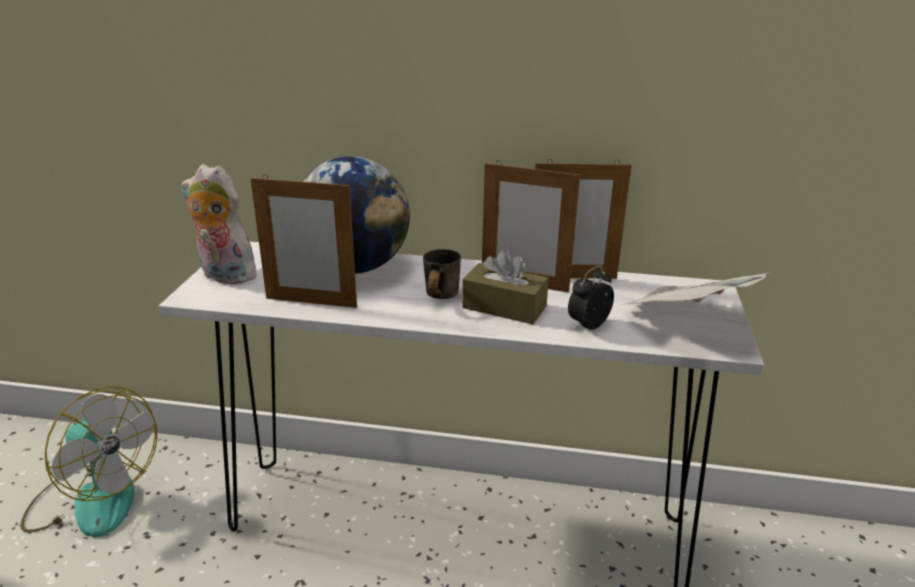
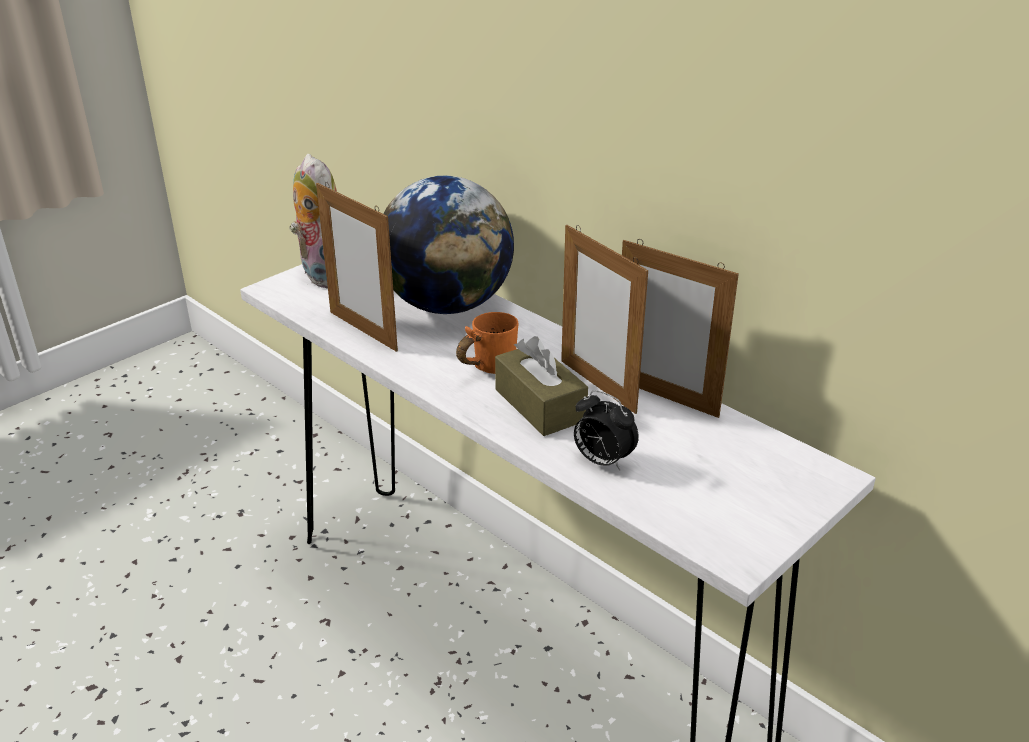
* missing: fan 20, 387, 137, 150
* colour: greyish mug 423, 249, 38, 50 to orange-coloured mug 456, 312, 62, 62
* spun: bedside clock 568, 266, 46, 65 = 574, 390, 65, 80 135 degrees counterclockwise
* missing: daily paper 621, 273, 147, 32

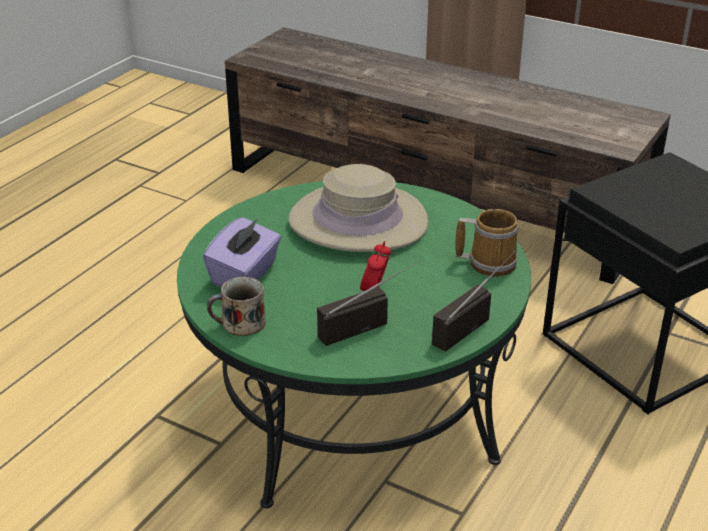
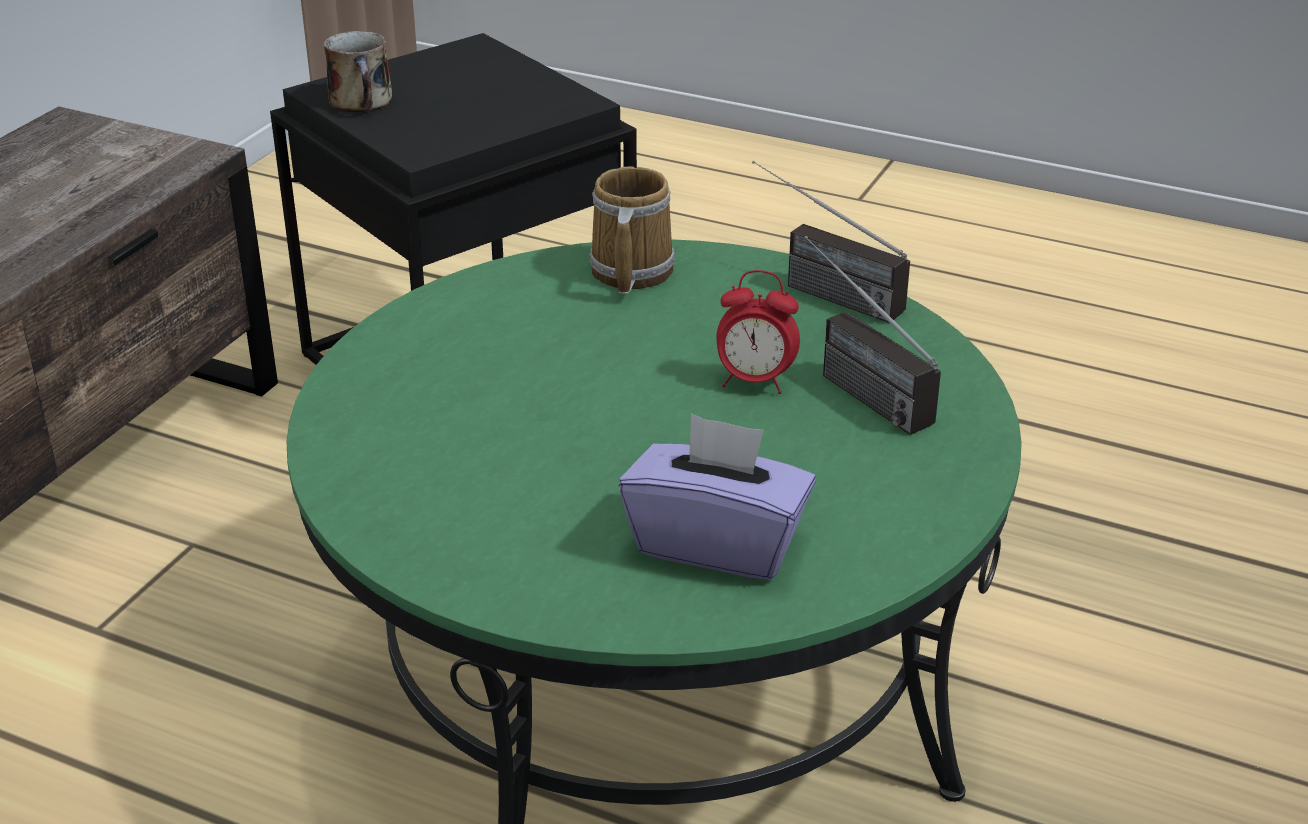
* relocated: mug 207, 277, 59, 59 to 324, 31, 68, 81
* missing: beige clothing hat 288, 164, 141, 88

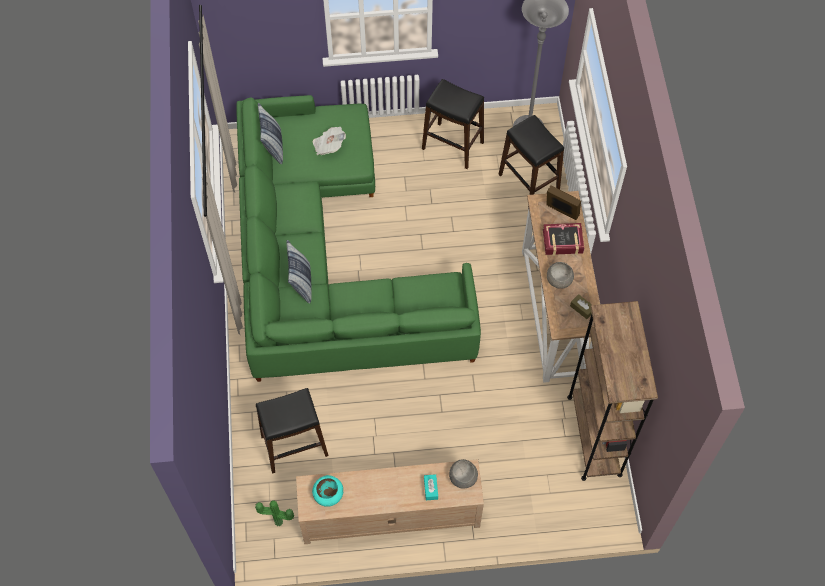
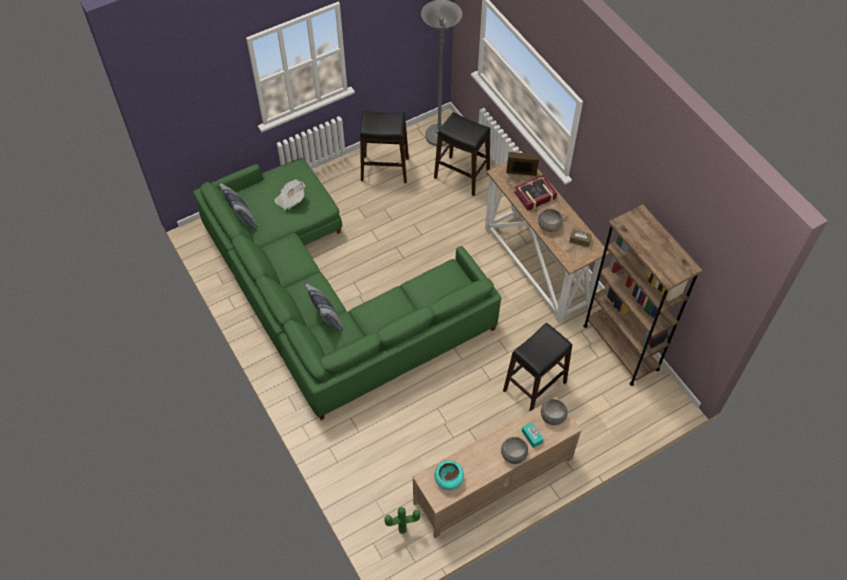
* relocated: black-coloured stool 256, 388, 73, 86 to 503, 323, 69, 89
* appeared: greyish bowl 501, 437, 27, 27

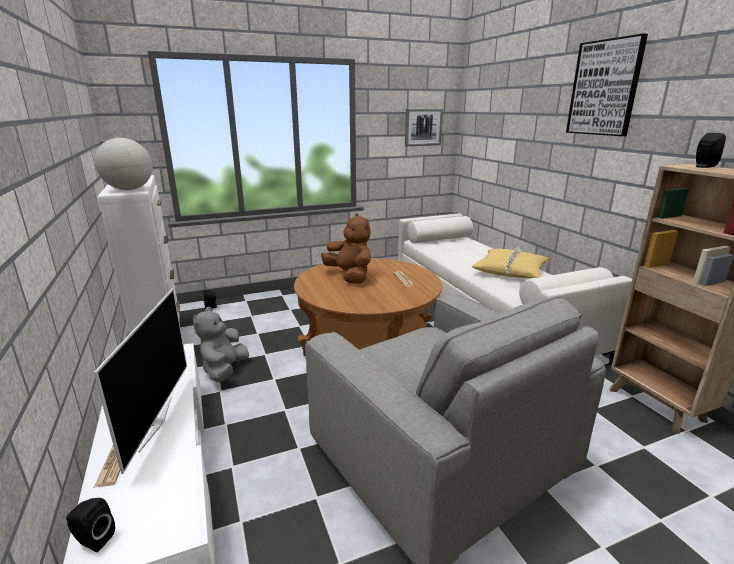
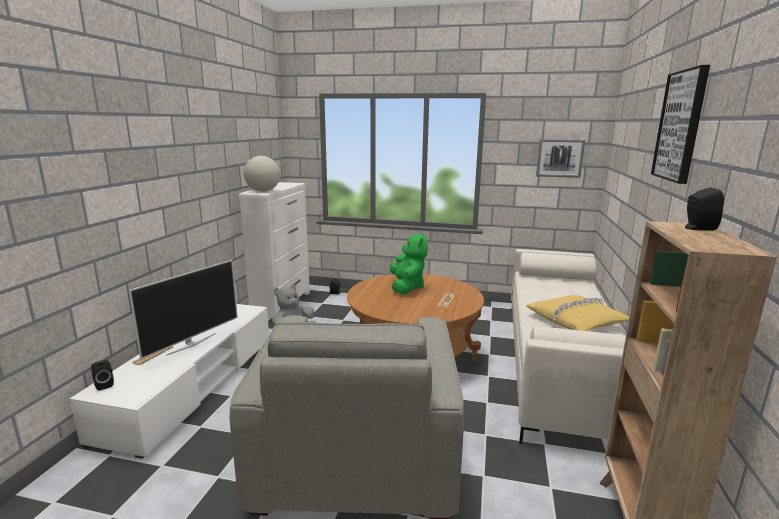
* colour: brown-coloured plush toy 321, 213, 50, 71 to greenish plush toy 390, 232, 38, 62

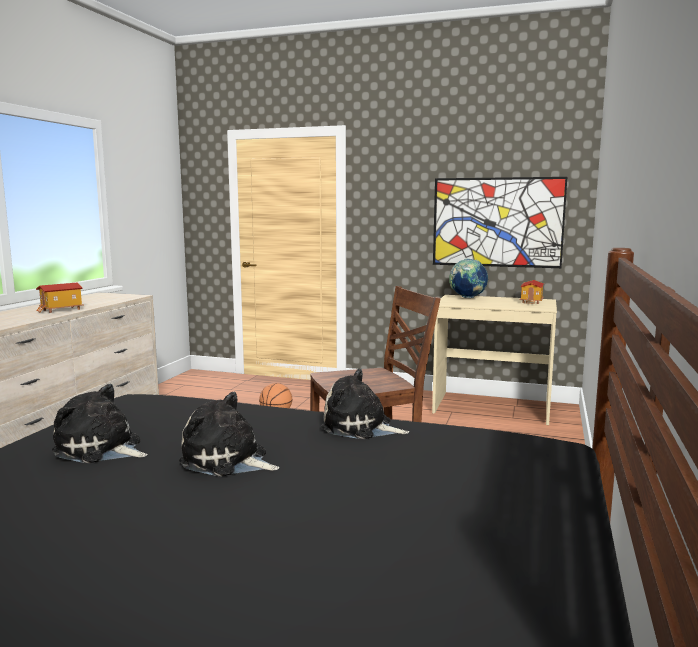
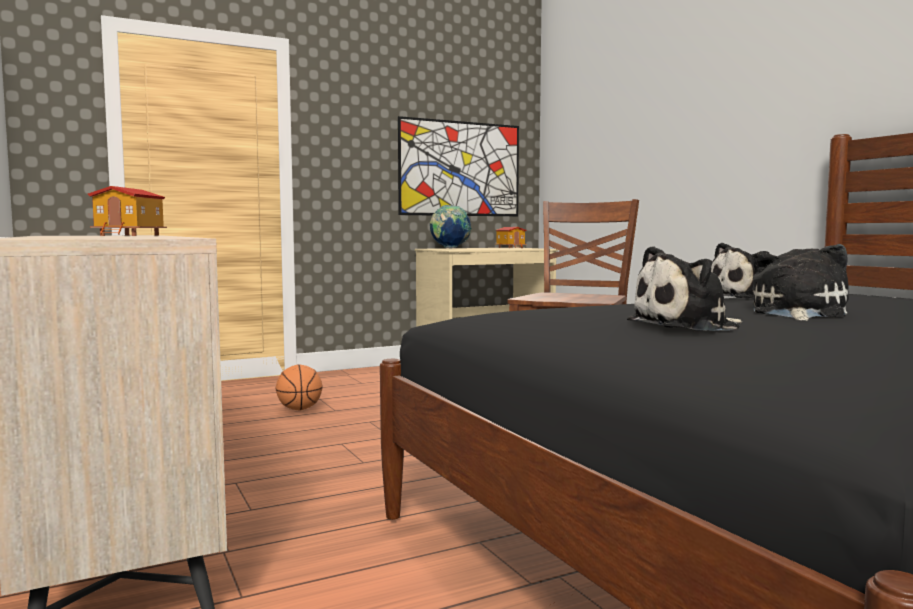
* spun: plush toy 179, 391, 100, 85 = 752, 244, 97, 77 135 degrees clockwise

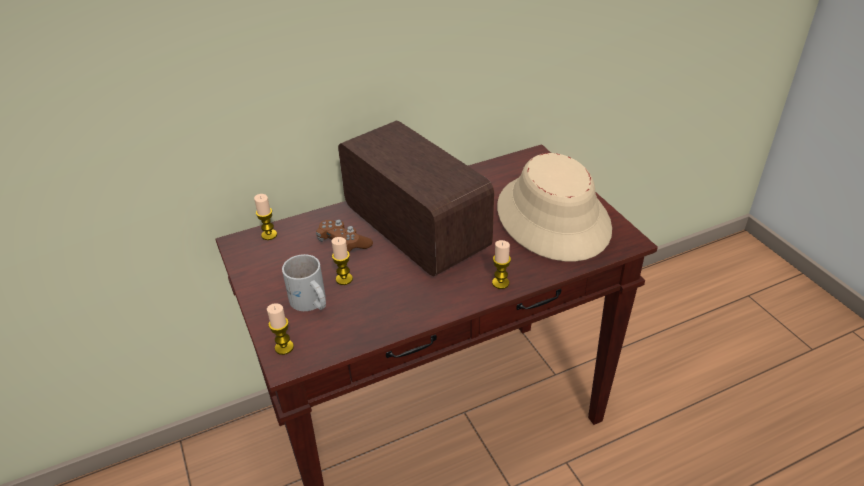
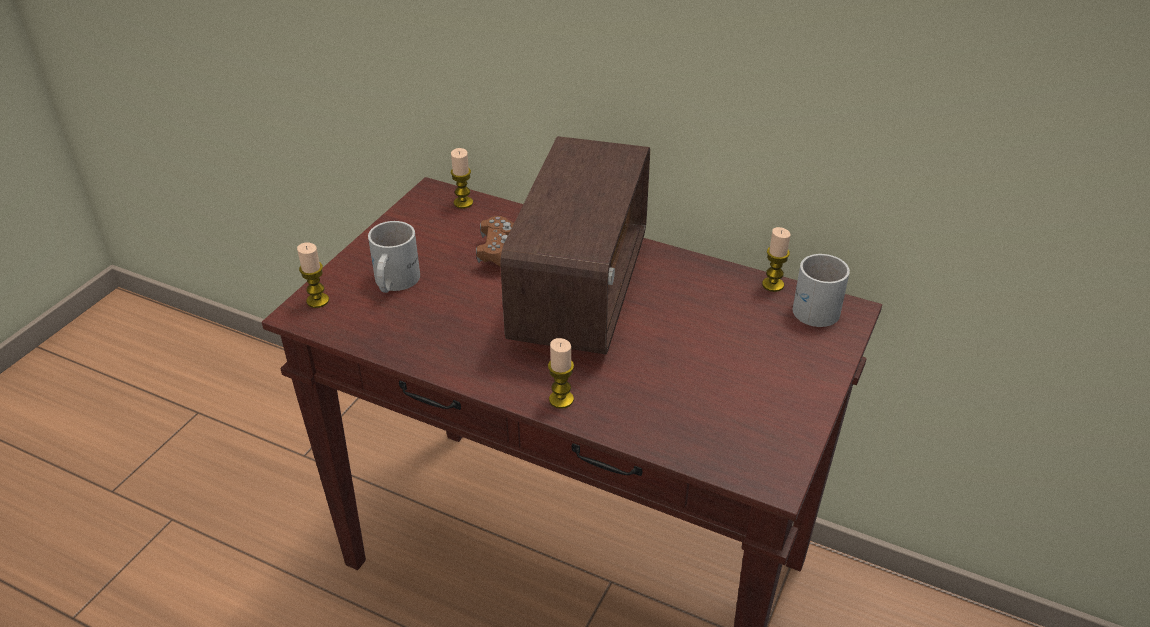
* relocated: wax light 331, 237, 22, 48 to 762, 227, 28, 65
* missing: beige clothing hat 497, 153, 115, 109
* appeared: white-coloured mug 792, 254, 58, 73

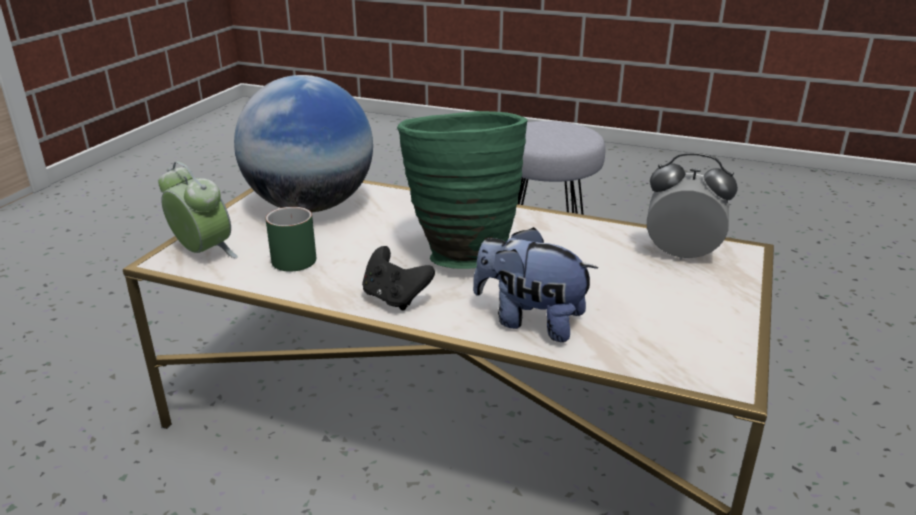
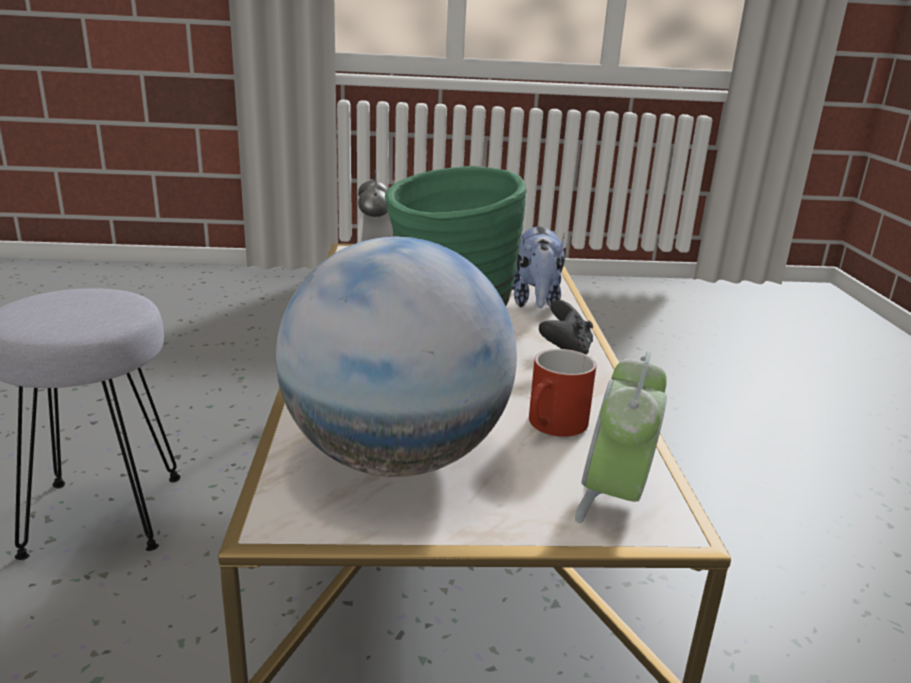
* colour: greenish mug 266, 207, 50, 65 to reddish mug 529, 349, 67, 88

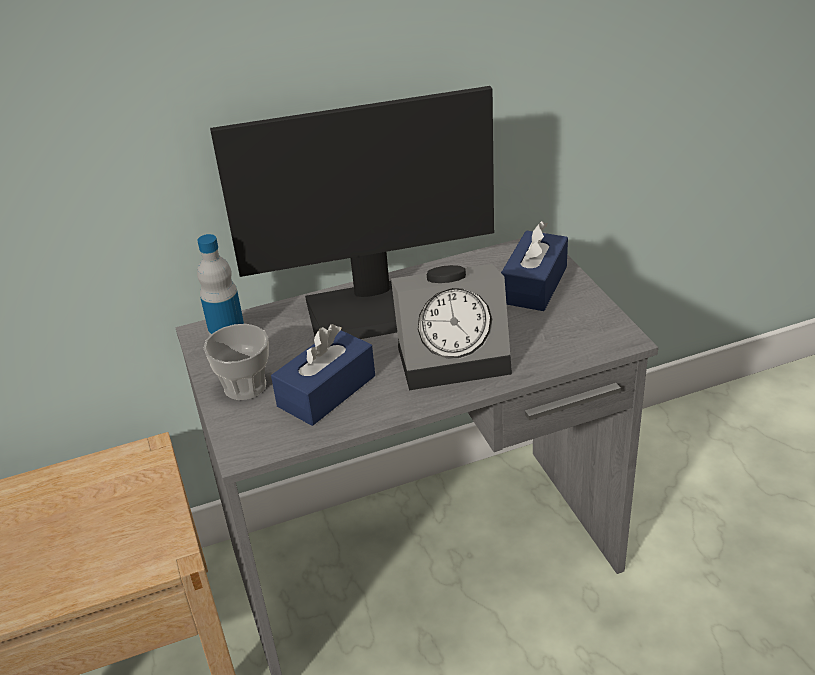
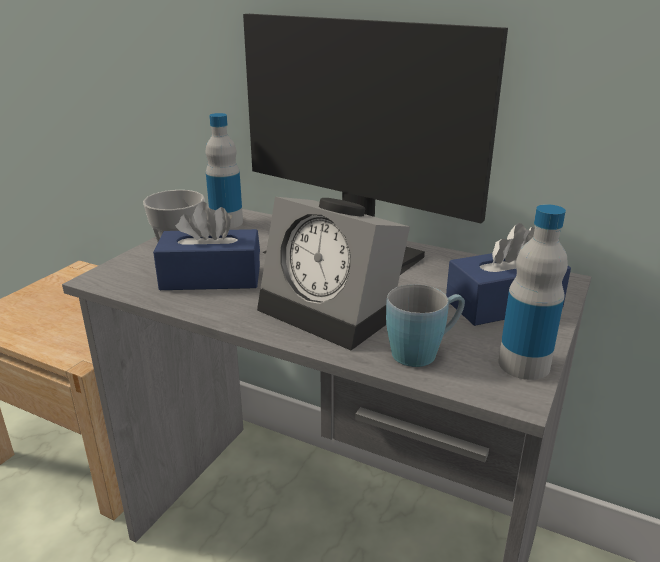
* appeared: bluish mug 386, 284, 79, 83
* appeared: beverage bottle 499, 204, 69, 176

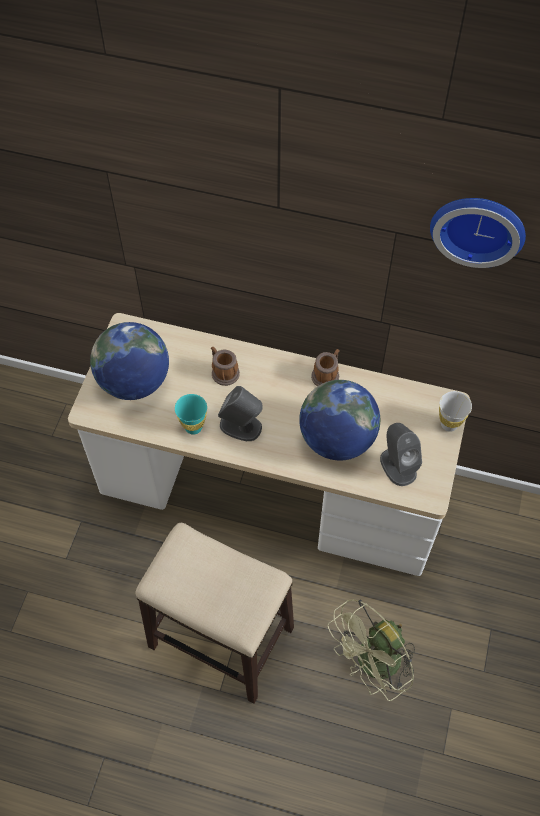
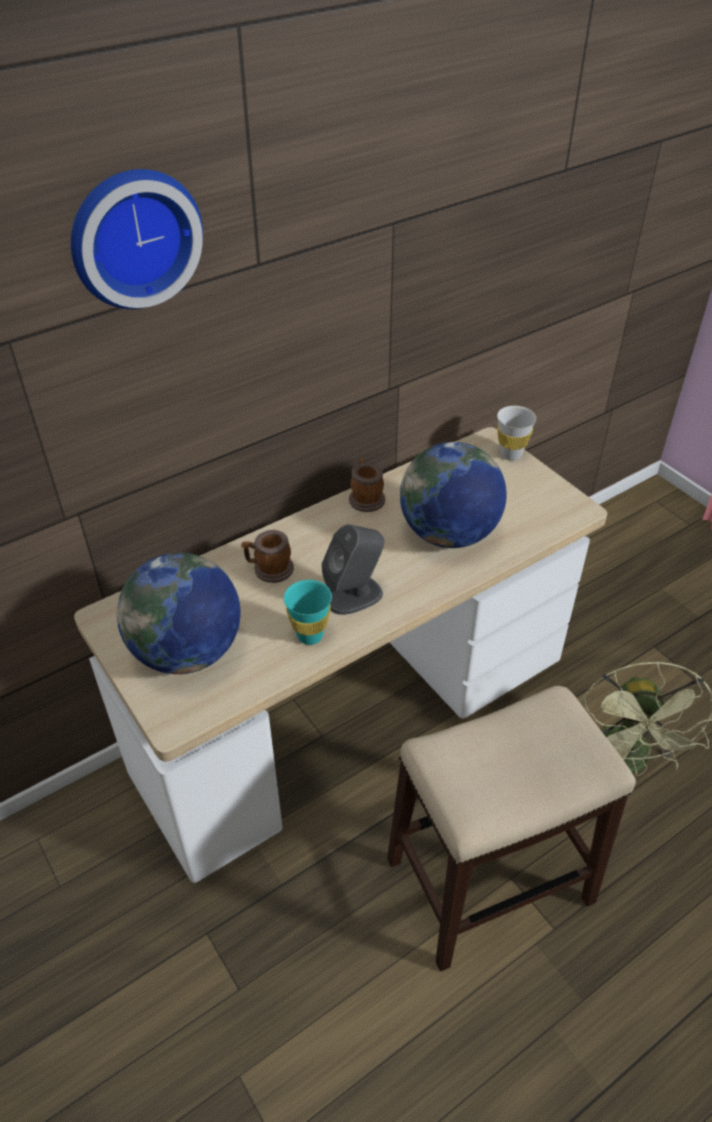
* missing: greyish loudspeaker 380, 423, 42, 63
* relocated: hanging clock 430, 198, 96, 70 to 71, 169, 132, 140

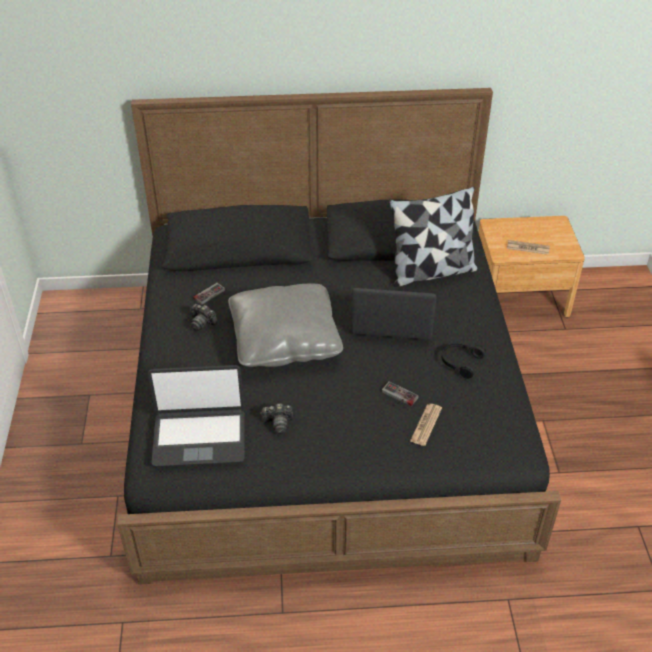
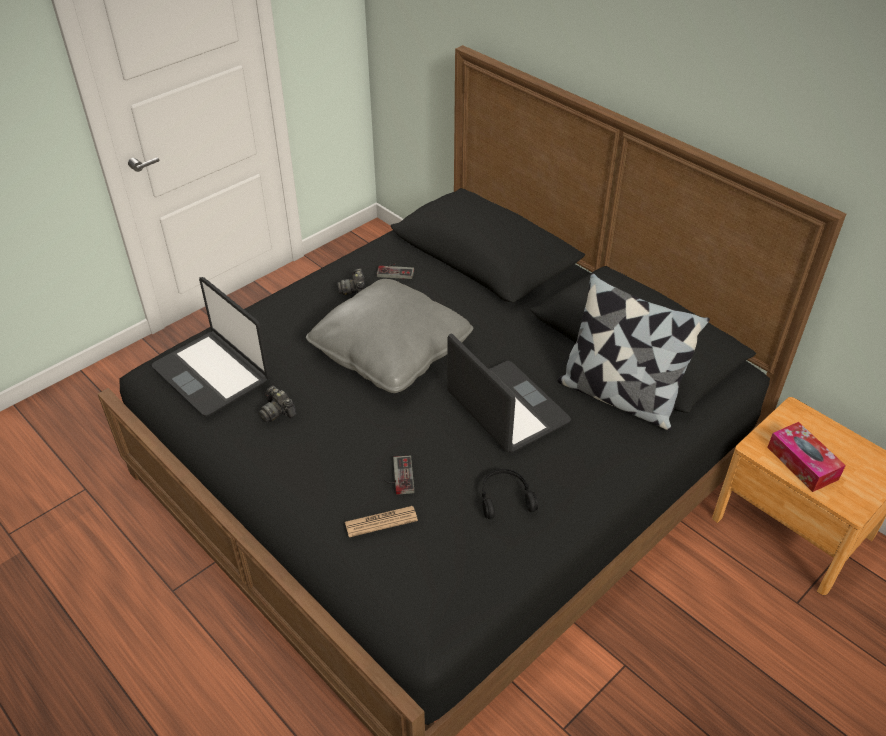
* exchanged: daily paper 507, 240, 43, 15 to tissue box 767, 422, 79, 70

